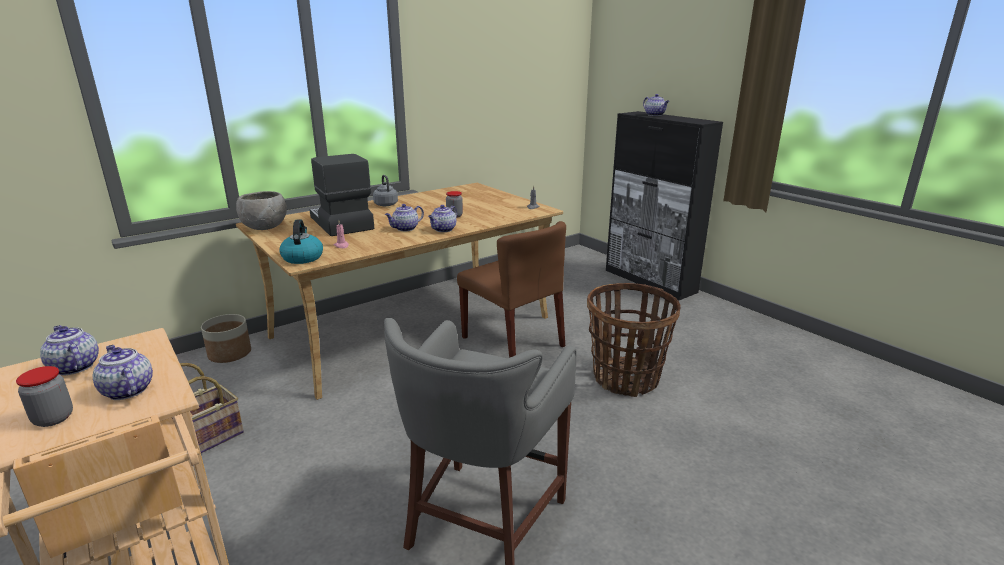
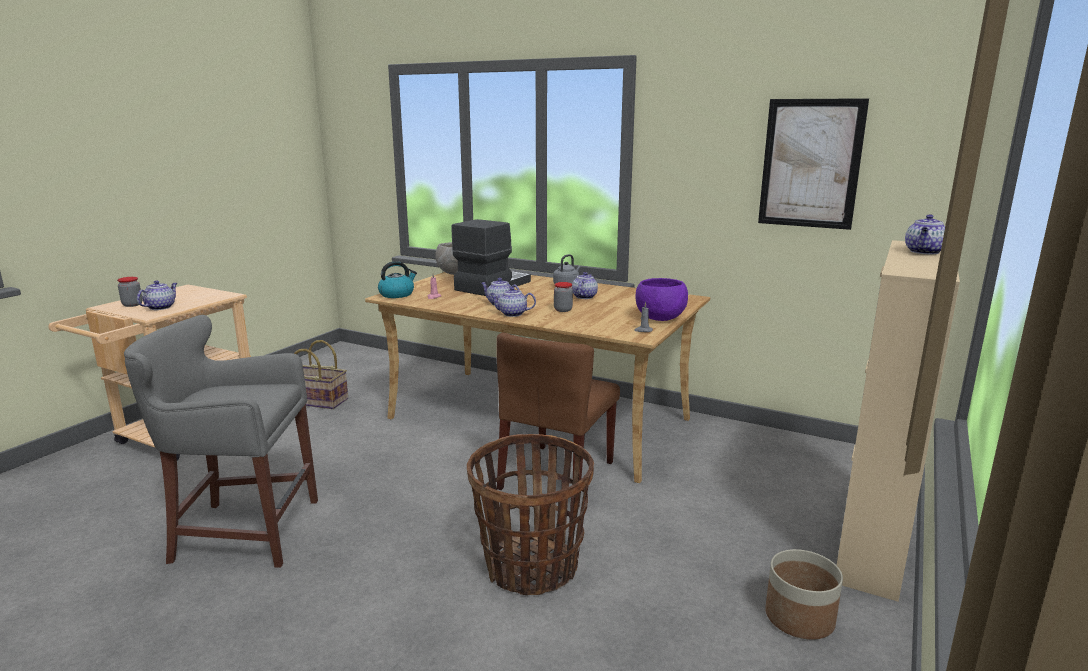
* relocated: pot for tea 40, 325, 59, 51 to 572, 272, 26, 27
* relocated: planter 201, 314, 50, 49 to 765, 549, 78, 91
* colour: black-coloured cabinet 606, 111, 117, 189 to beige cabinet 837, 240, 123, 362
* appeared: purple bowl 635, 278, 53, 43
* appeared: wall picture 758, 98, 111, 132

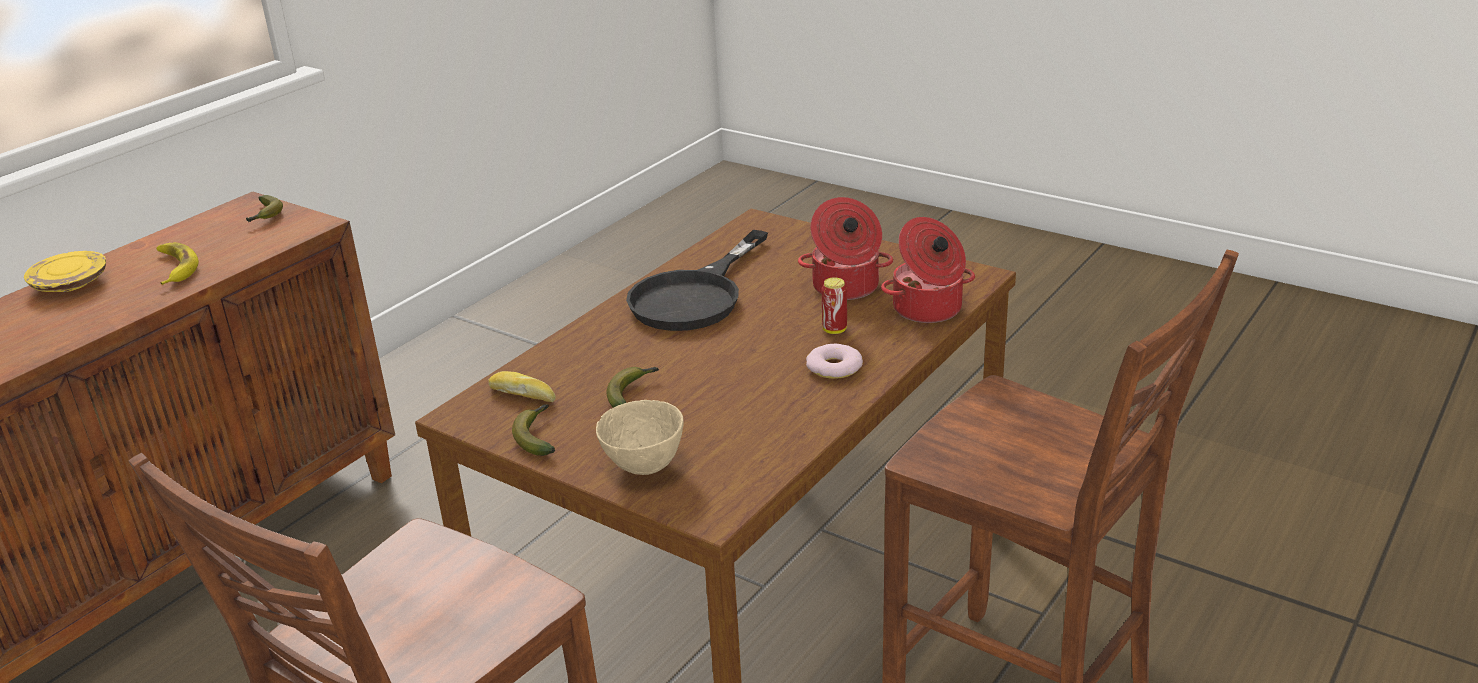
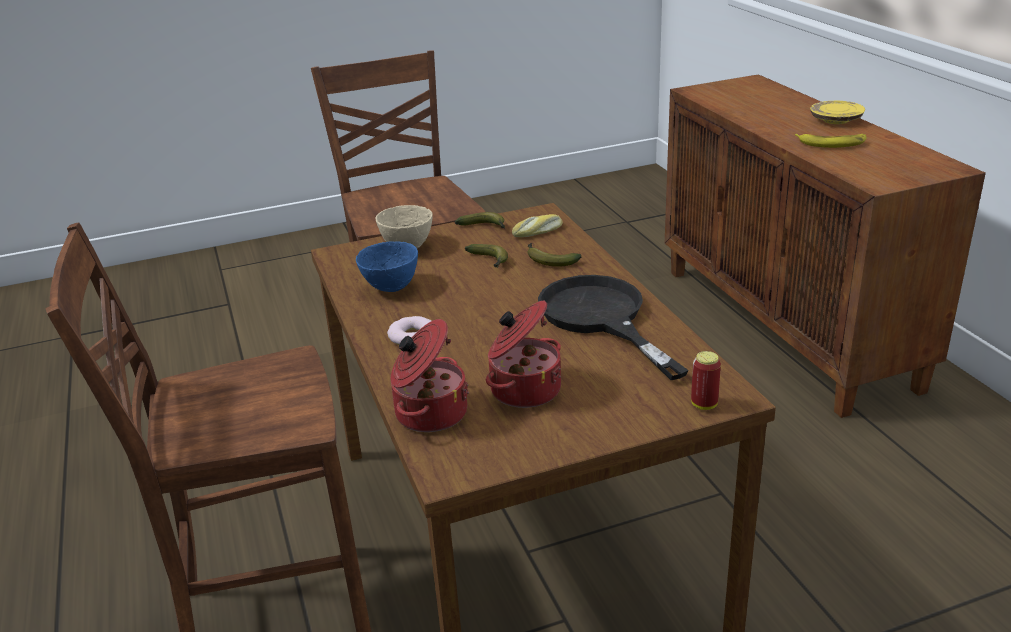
* relocated: banana 246, 195, 37, 27 to 527, 243, 55, 24
* relocated: metal can 822, 277, 25, 57 to 691, 351, 30, 59
* appeared: bluish bowl 356, 241, 62, 51

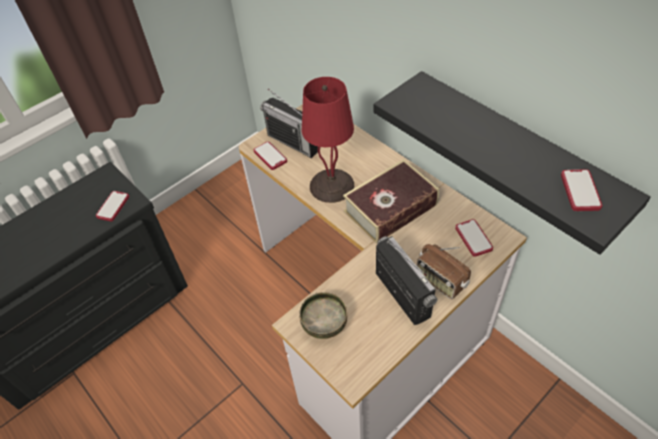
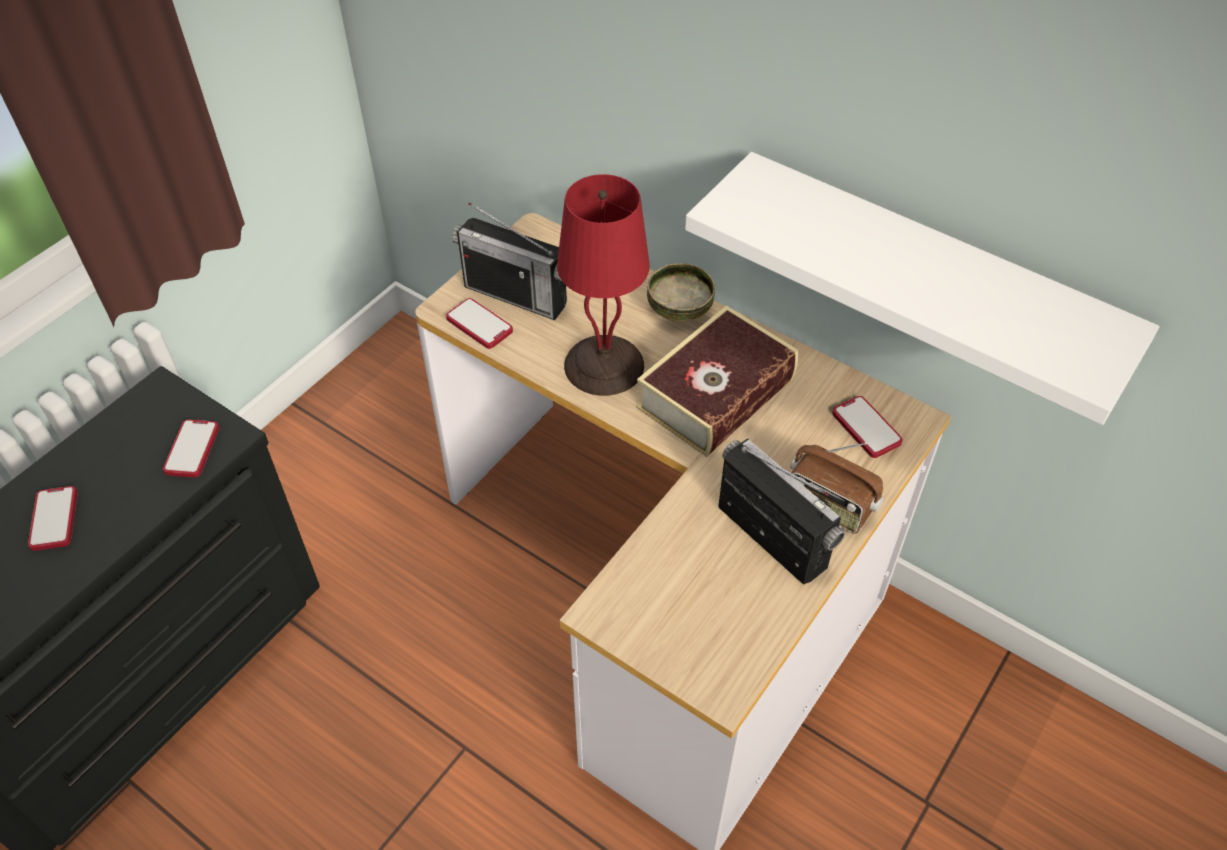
* relocated: bowl 299, 292, 48, 47 to 647, 263, 68, 58
* colour: black-coloured wall shelf 373, 71, 277, 184 to white-coloured wall shelf 685, 152, 474, 273
* relocated: telephone 561, 169, 41, 42 to 28, 486, 49, 65

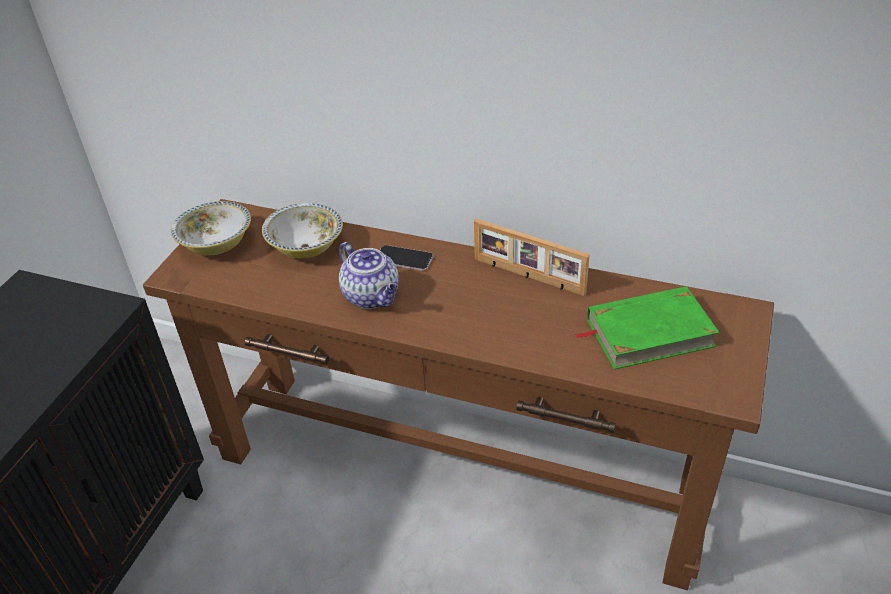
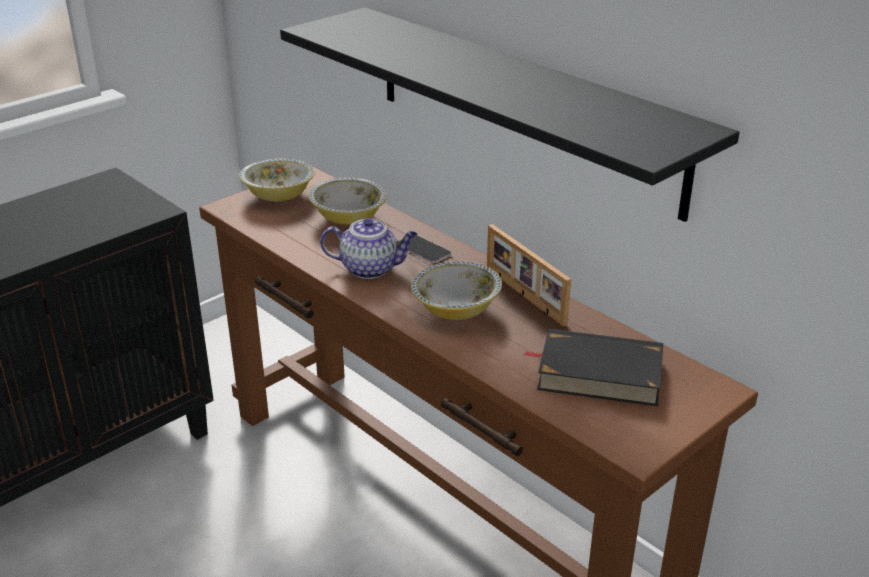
* spun: pot for tea 339, 242, 60, 67 = 320, 218, 97, 61 75 degrees counterclockwise
* colour: greenish book 575, 286, 144, 83 to black-coloured book 523, 329, 140, 77
* appeared: black-coloured wall shelf 280, 7, 460, 215
* appeared: bowl 411, 261, 91, 59

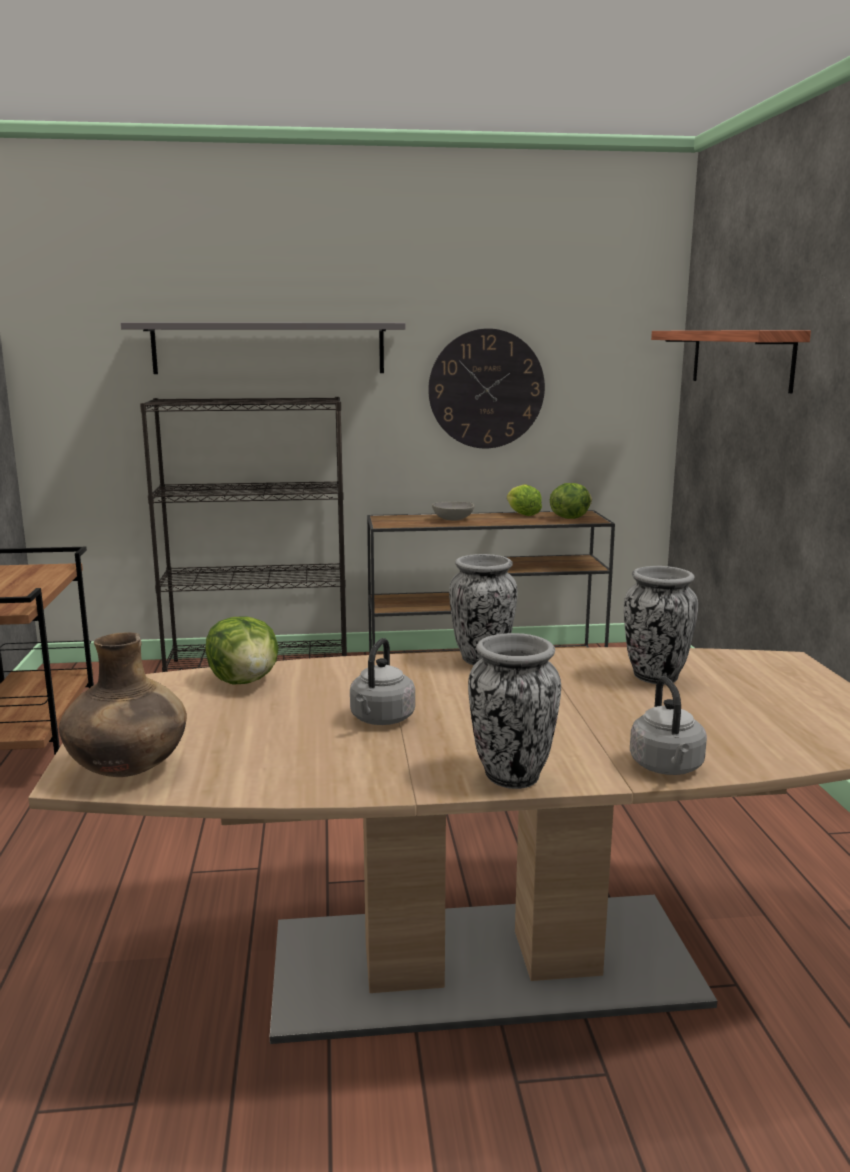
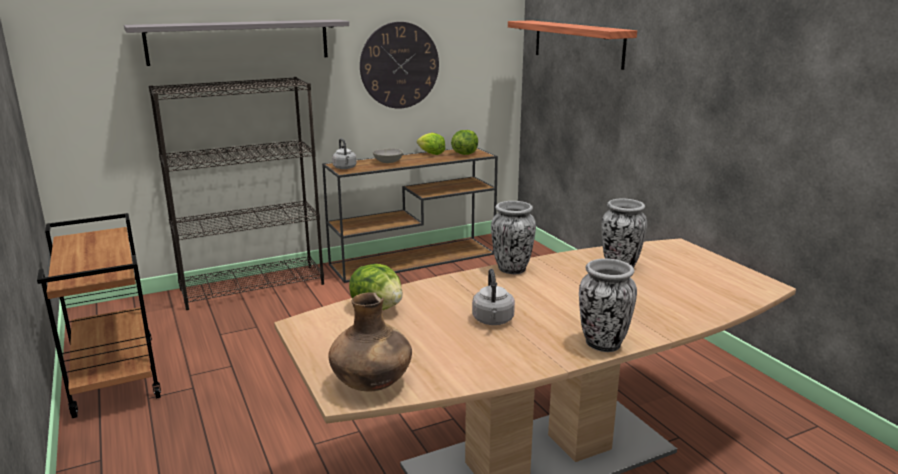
* relocated: greyish kettle 630, 676, 77, 99 to 332, 138, 25, 31

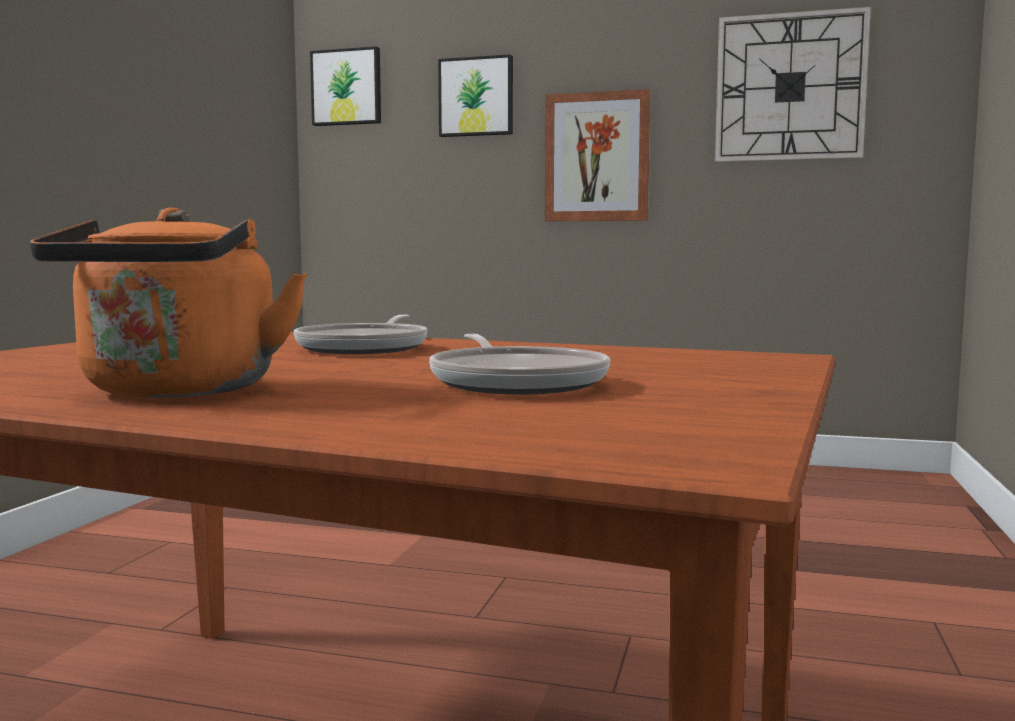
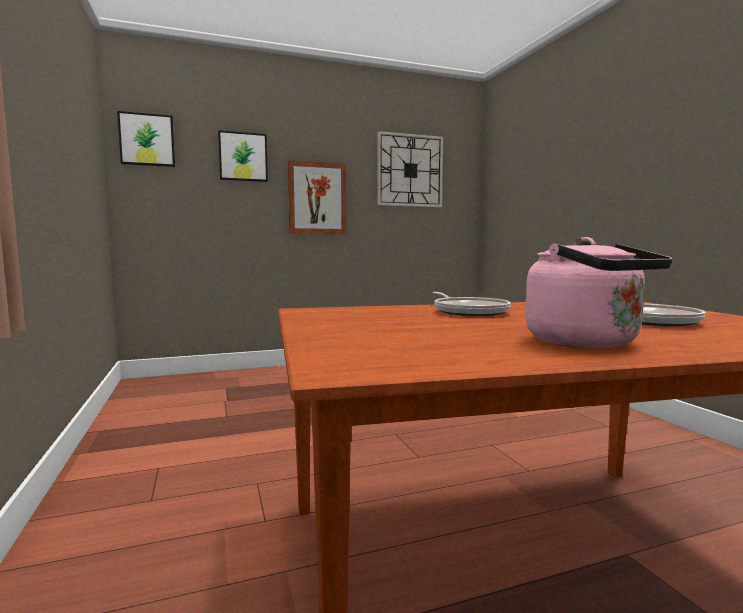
* colour: orange-coloured kettle 30, 208, 277, 190 to pinkish kettle 525, 237, 147, 111

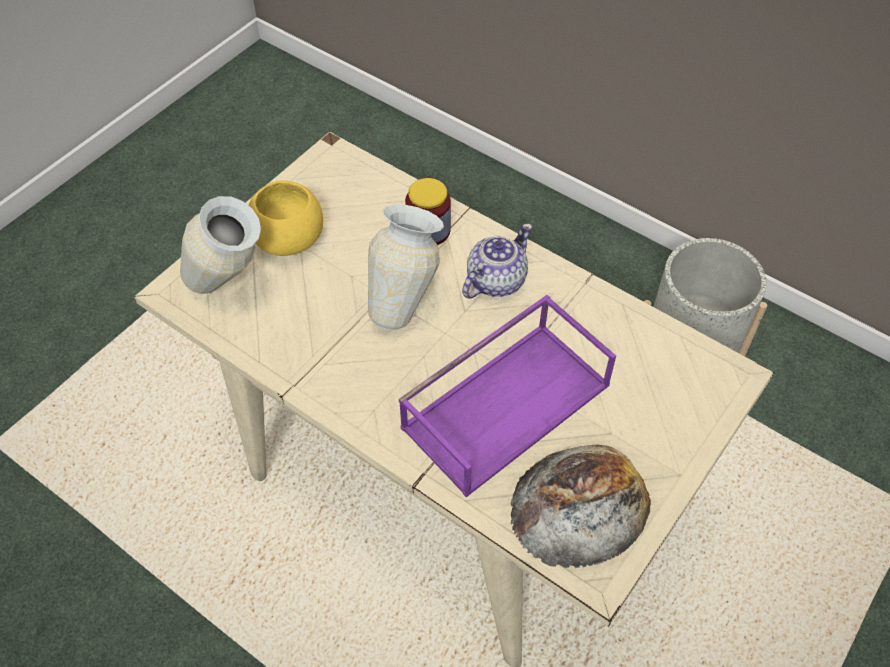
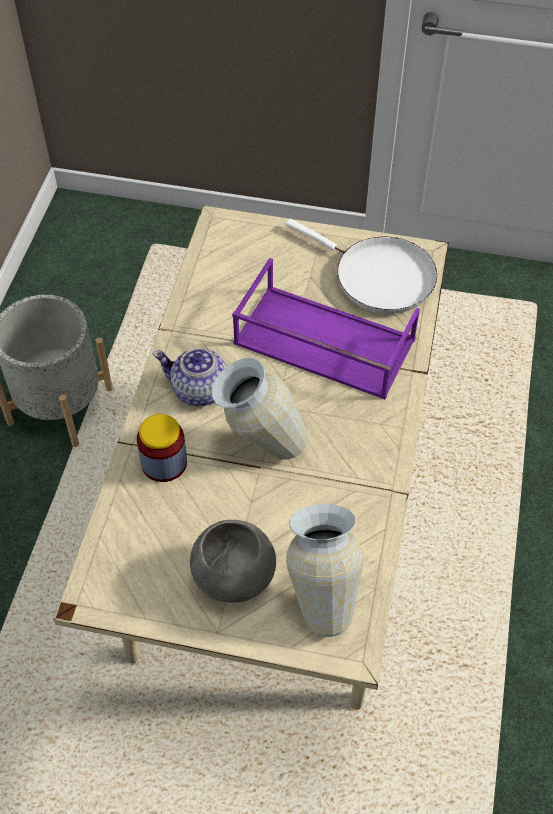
* colour: yellowish bowl 248, 180, 75, 76 to greyish bowl 190, 520, 86, 83
* exchanged: baked bread 511, 445, 140, 123 to white-coloured pan 285, 219, 153, 95

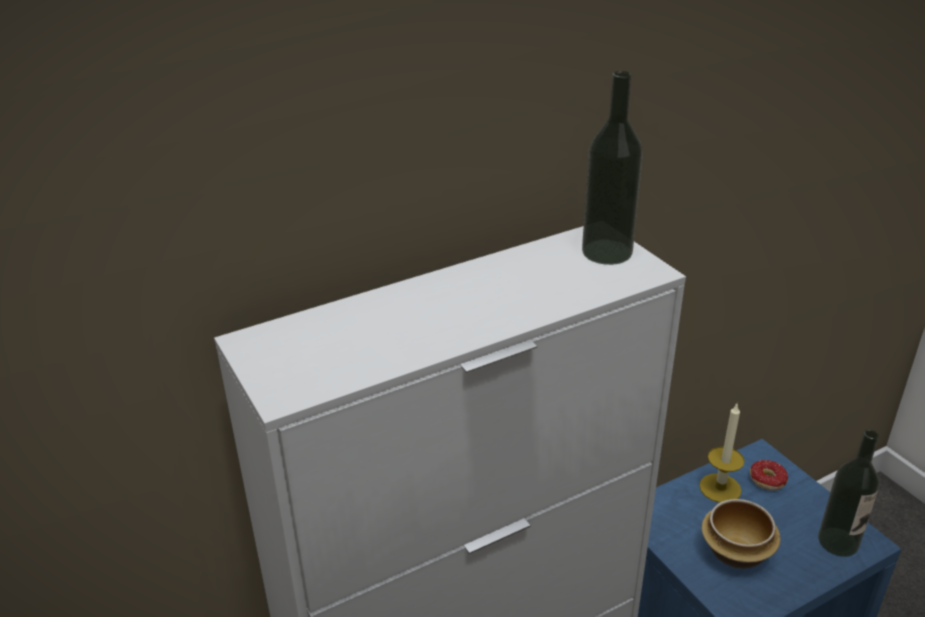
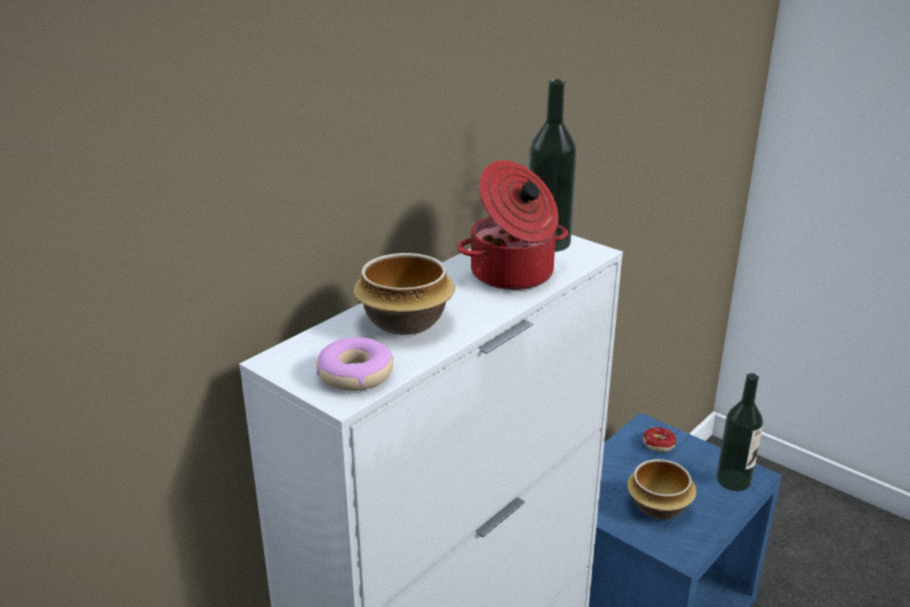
* missing: wax light 699, 404, 46, 99
* appeared: donut 316, 337, 77, 54
* appeared: bowl 353, 253, 102, 82
* appeared: saucepot 457, 160, 111, 130

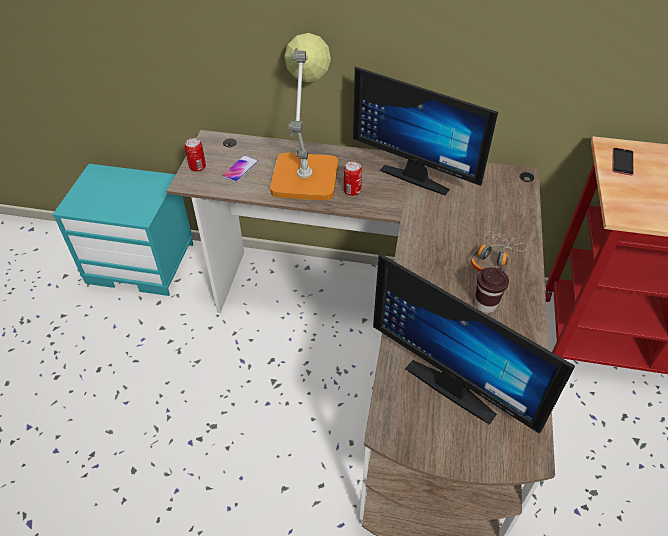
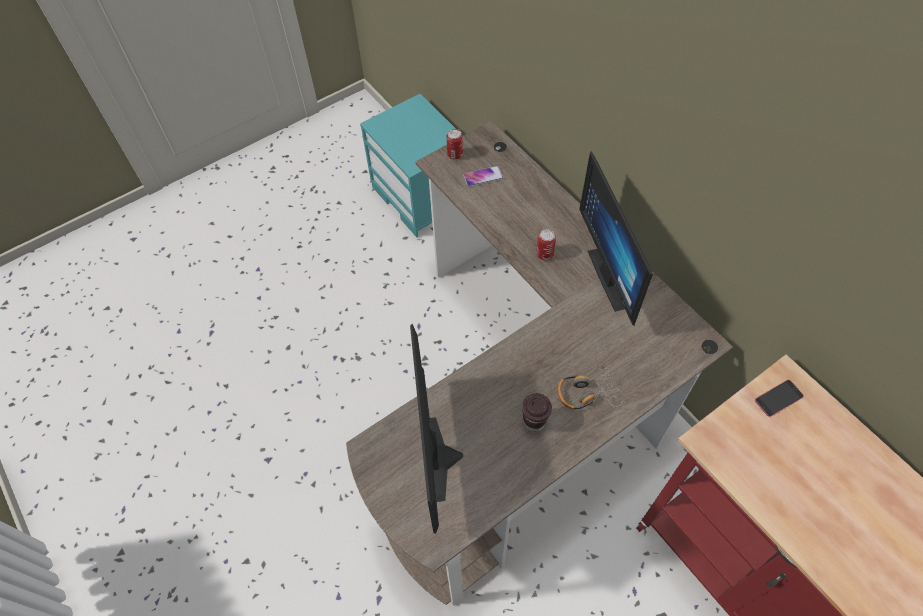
* missing: lamp for a table 270, 33, 68, 168

